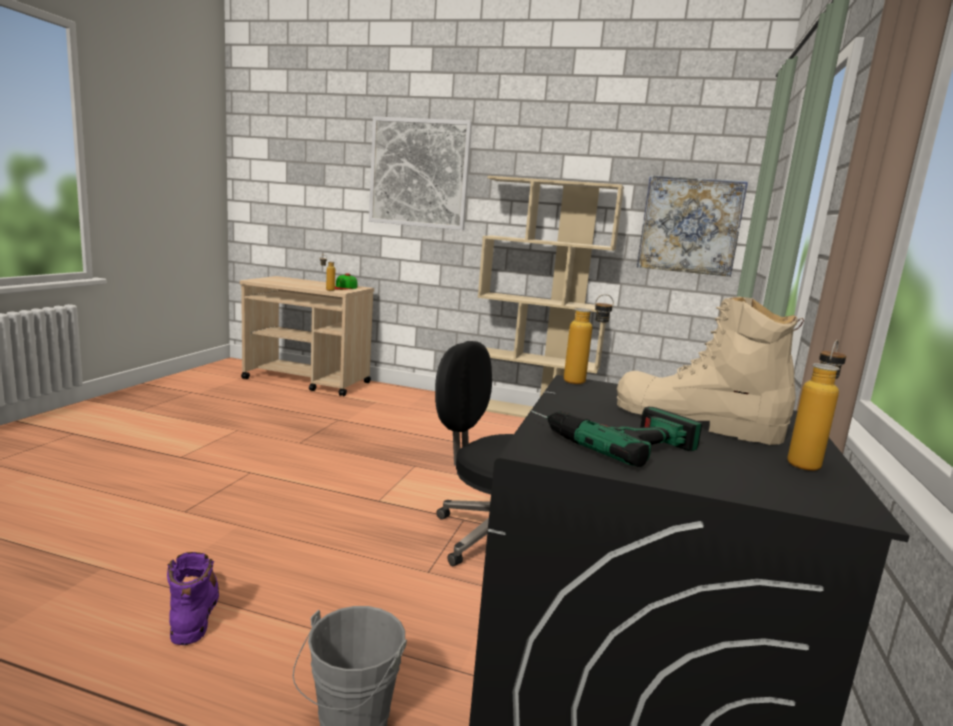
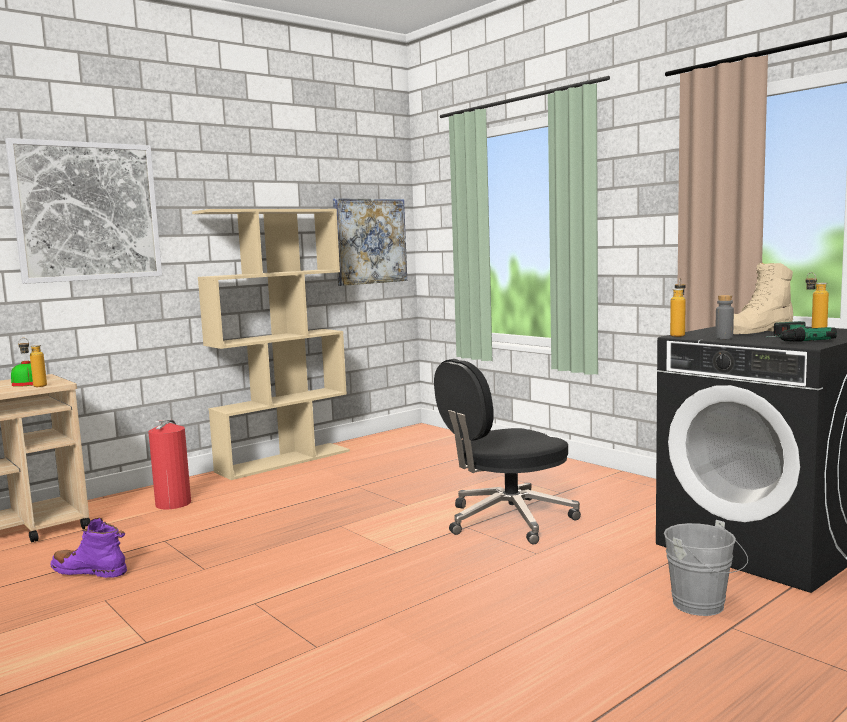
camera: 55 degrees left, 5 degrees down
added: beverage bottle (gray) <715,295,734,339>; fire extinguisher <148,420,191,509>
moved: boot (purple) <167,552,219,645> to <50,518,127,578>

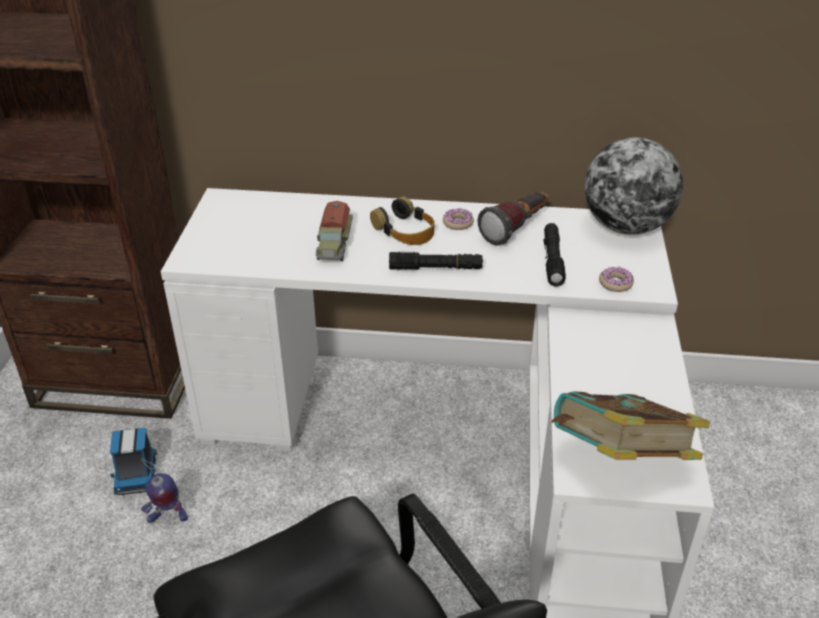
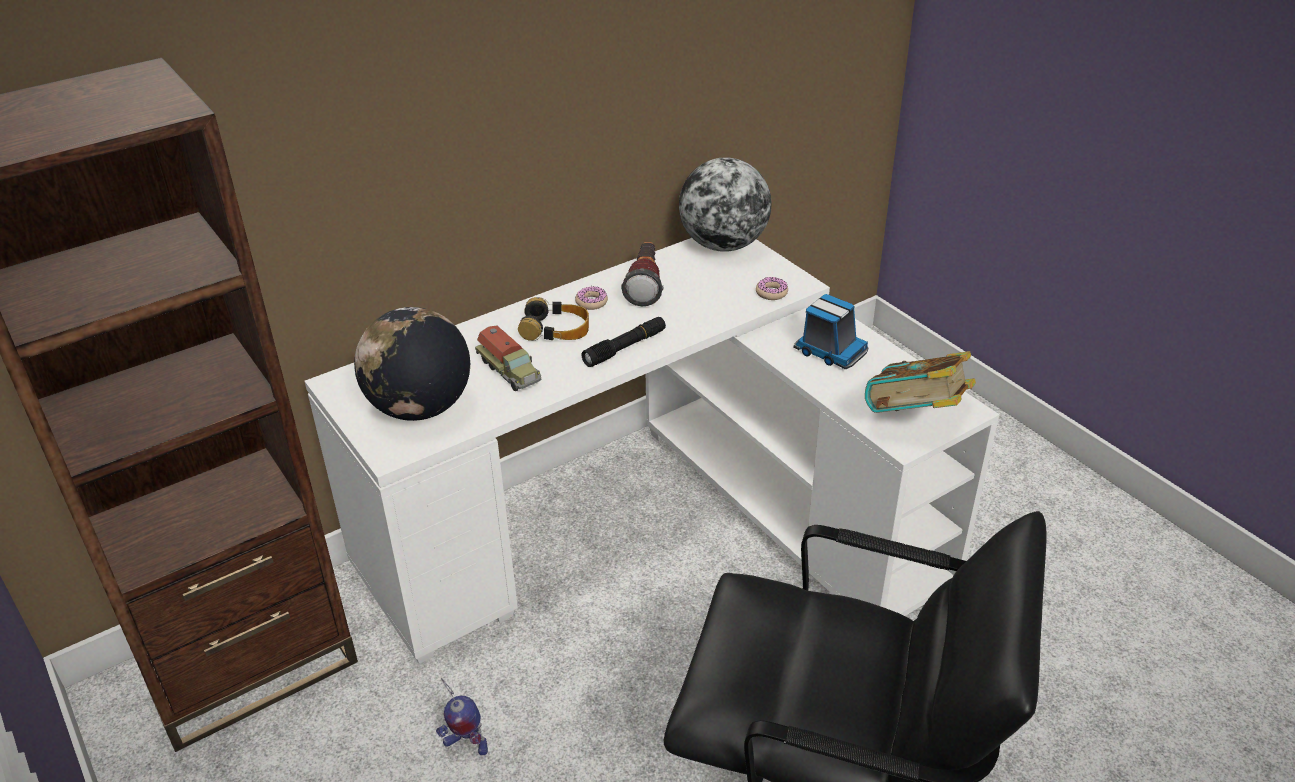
camera: 40 degrees left, 0 degrees up
removed: flashlight (black-coloured) <543,223,566,286>
added: globe <354,307,470,421>
moved: toy lorry <110,428,157,495> to <793,294,868,369>
turned: model robot <141,458,188,523> = <436,678,488,755> 60 degrees clockwise

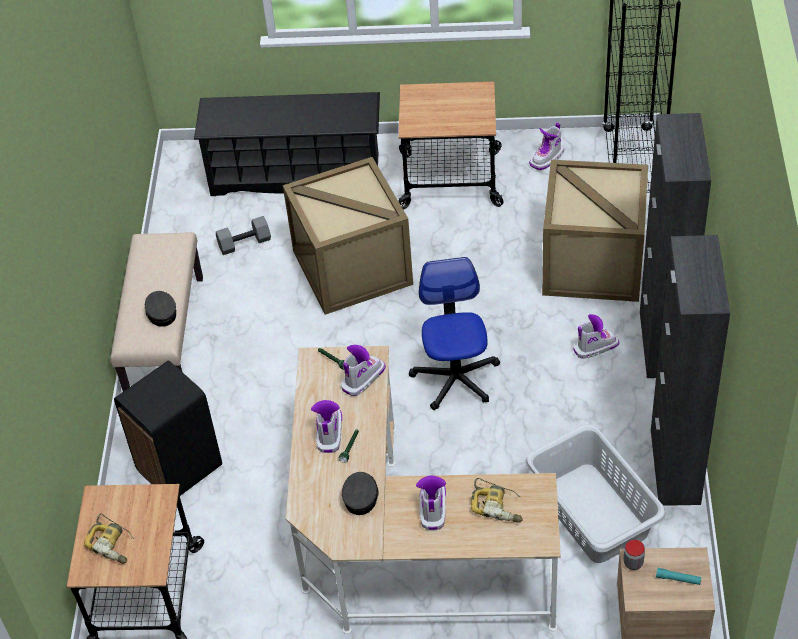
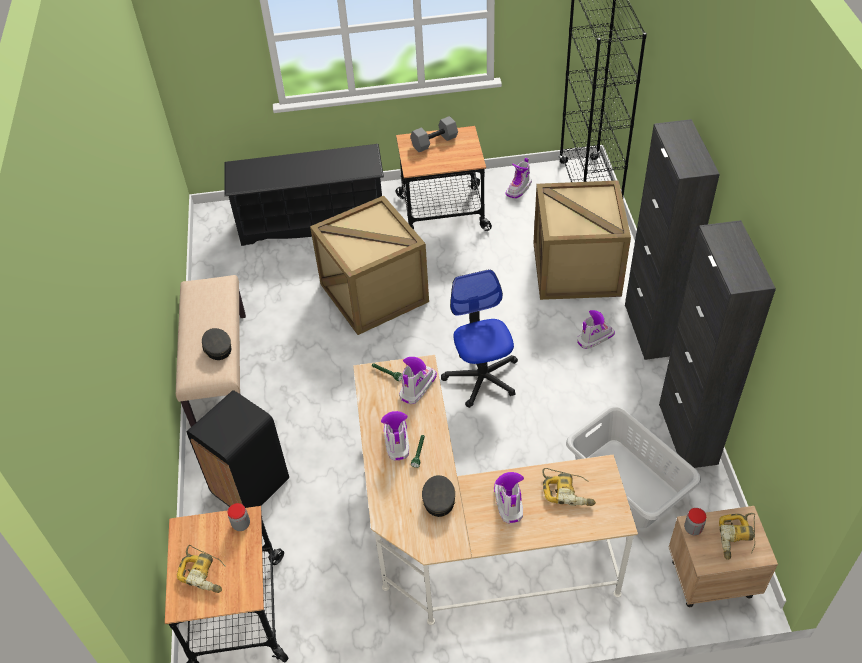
camera: 10 degrees left, 0 degrees up
added: storage jar <228,503,250,531>
moved: free weight (gray) <216,216,271,255> to <410,116,458,152>
replaced: flashlight (turquoise-coloured) <656,568,701,585> to electric drill <719,513,755,560>

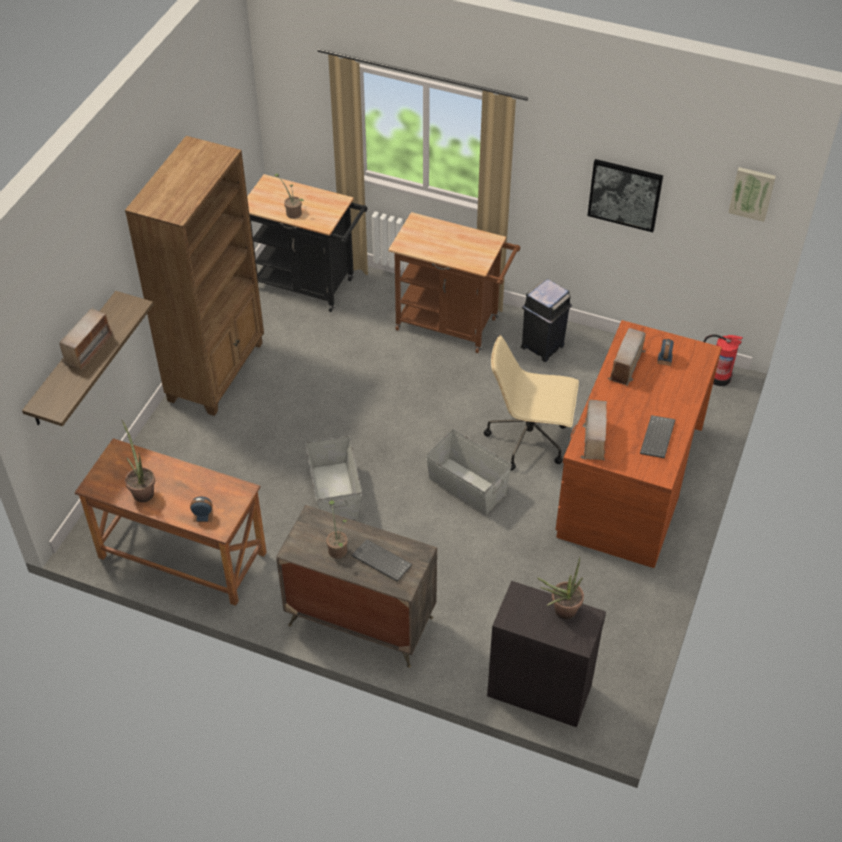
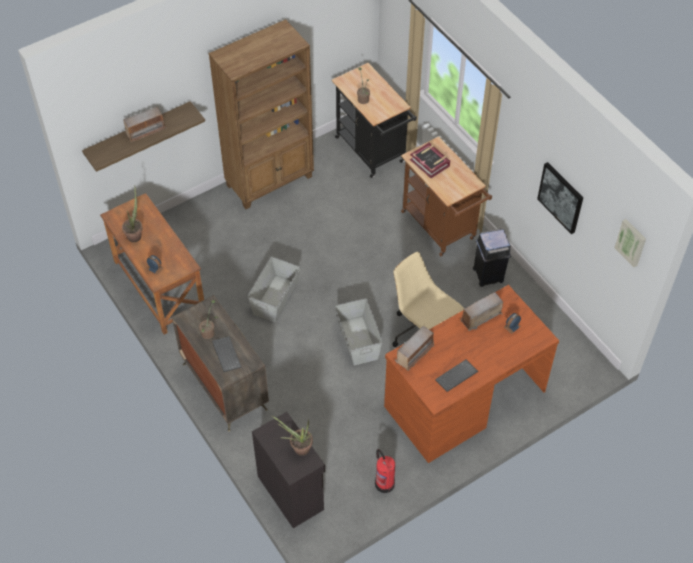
camera: 35 degrees right, 5 degrees up
added: bound book <410,143,450,178>
moved: fire extinguisher <704,334,743,386> to <375,449,395,493>

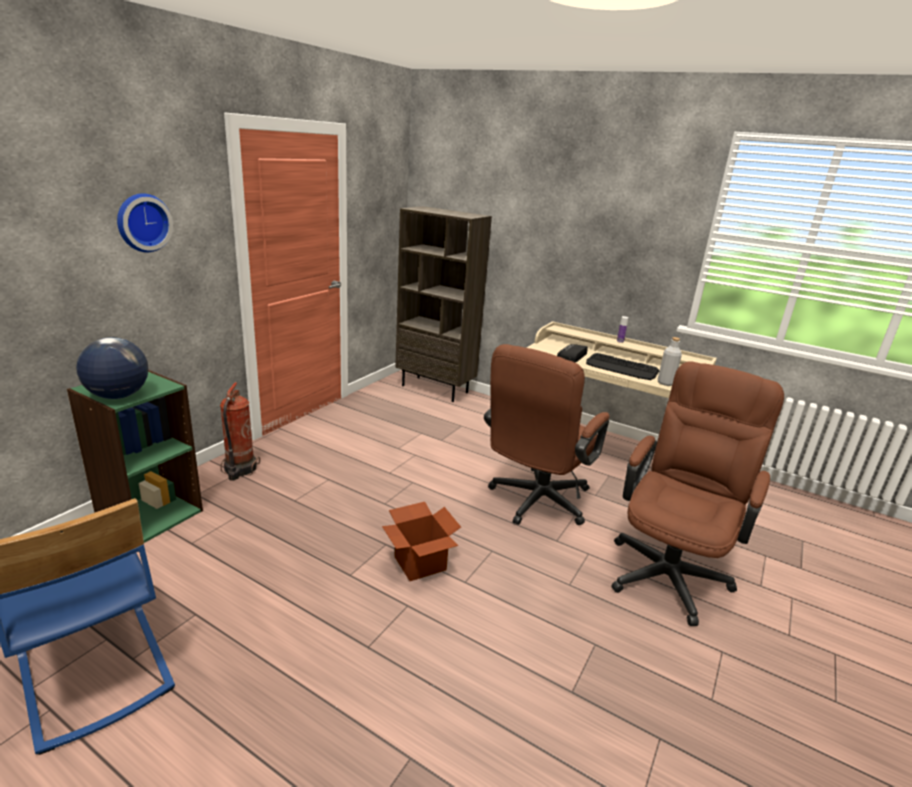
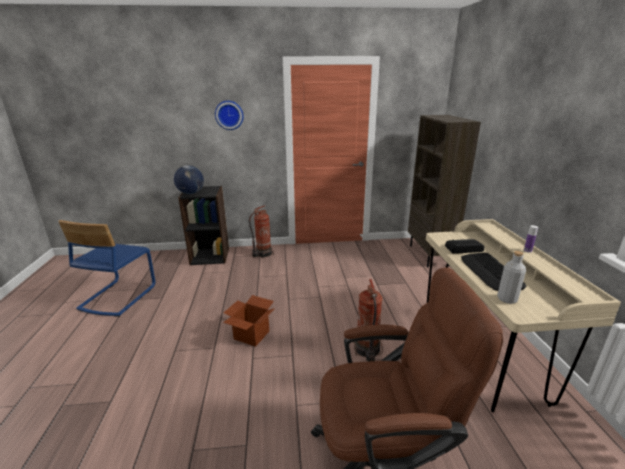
camera: 55 degrees right, 0 degrees up
replaced: computer chair (brownish) <484,344,609,525> to fire extinguisher <353,279,383,362>
recoloured: bookcase (green-coloured) <67,370,203,543> to bookcase (black-coloured) <178,186,229,265>

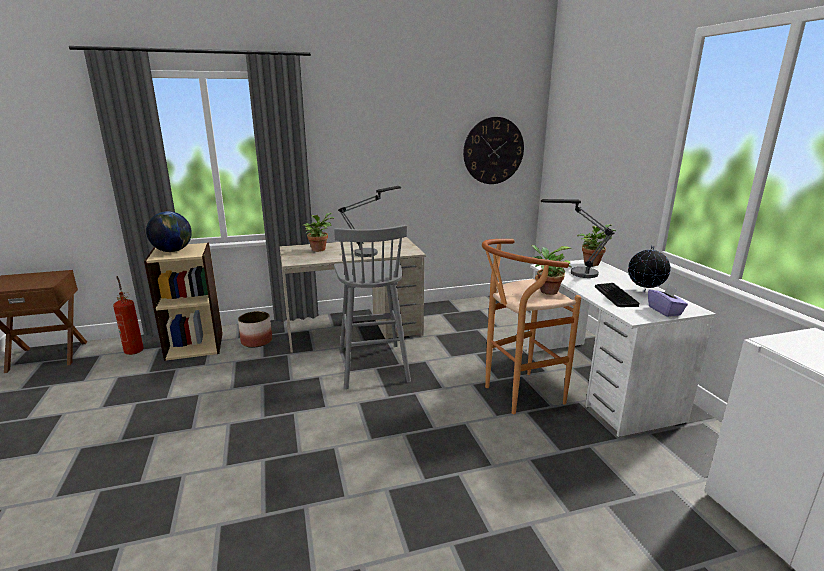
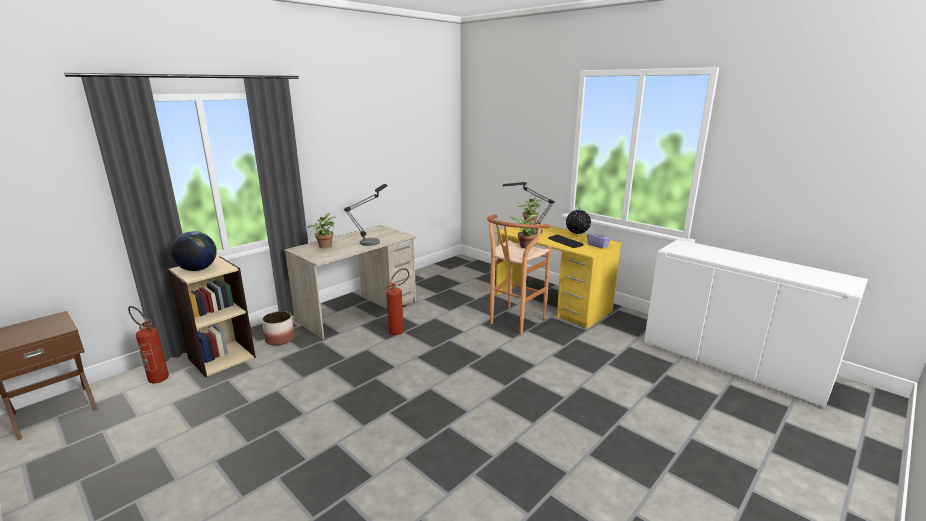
camera: 30 degrees left, 0 degrees up
removed: wall clock <463,117,524,184>
replaced: stool seat (gray) <334,225,411,389> to fire extinguisher <384,268,409,335>
recoloured: desk (whitish) <527,260,716,437> to desk (yellow-coloured) <495,226,622,329>

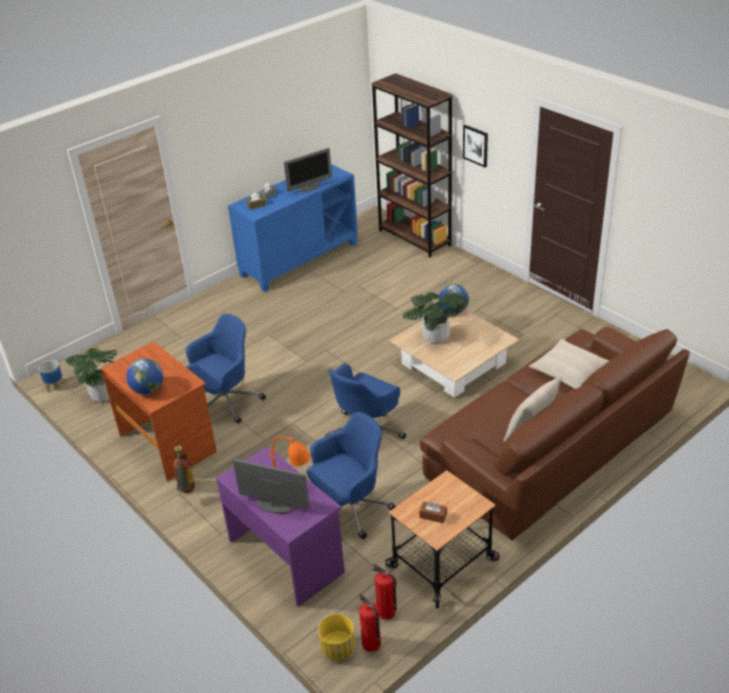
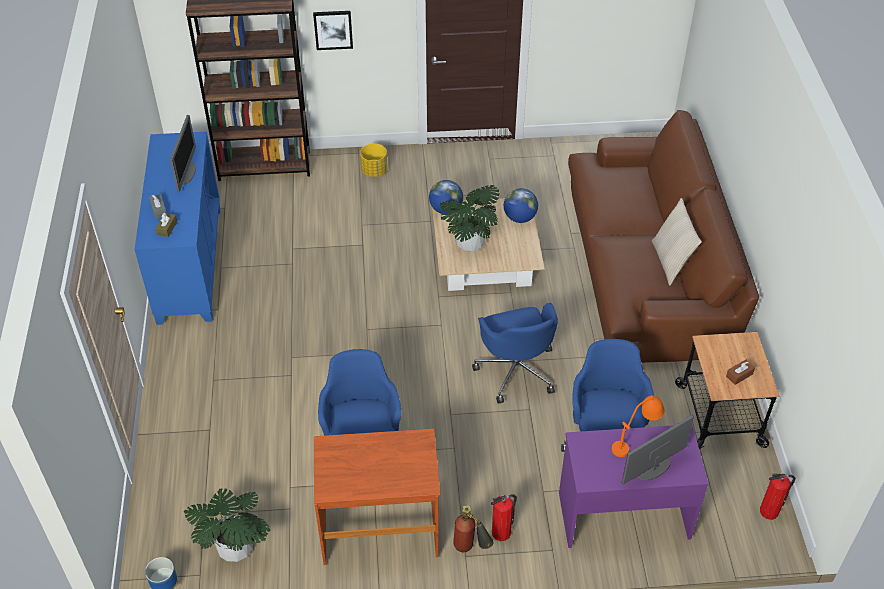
camera: 55 degrees left, 10 degrees up
removed: pillow (beige-coloured) <529,339,609,389>
moved: globe <126,358,163,394> to <504,188,538,223>; fire extinguisher <373,564,397,620> to <491,494,517,541>; plant pot (yellow-coloured) <318,614,355,661> to <360,144,387,177>

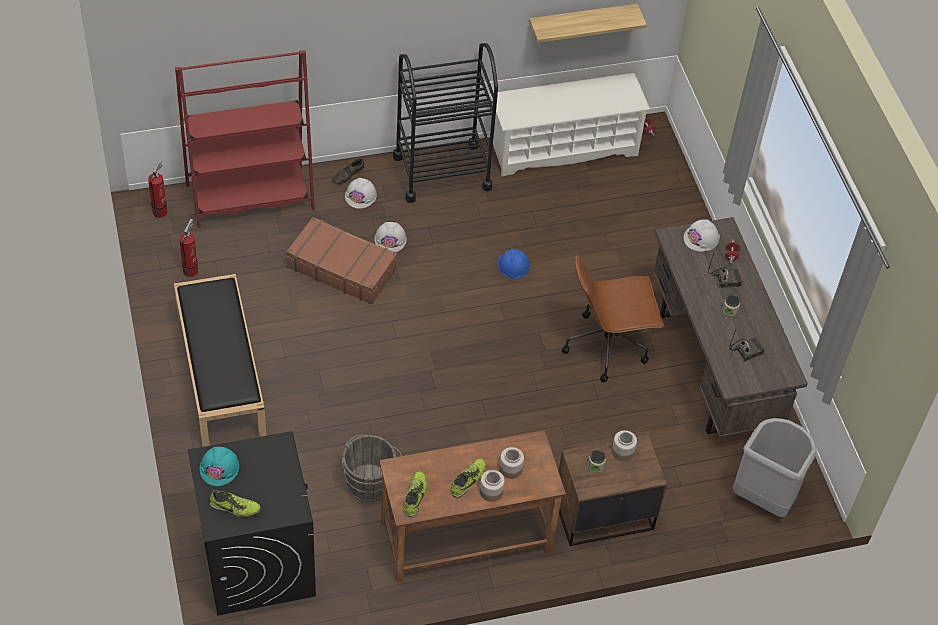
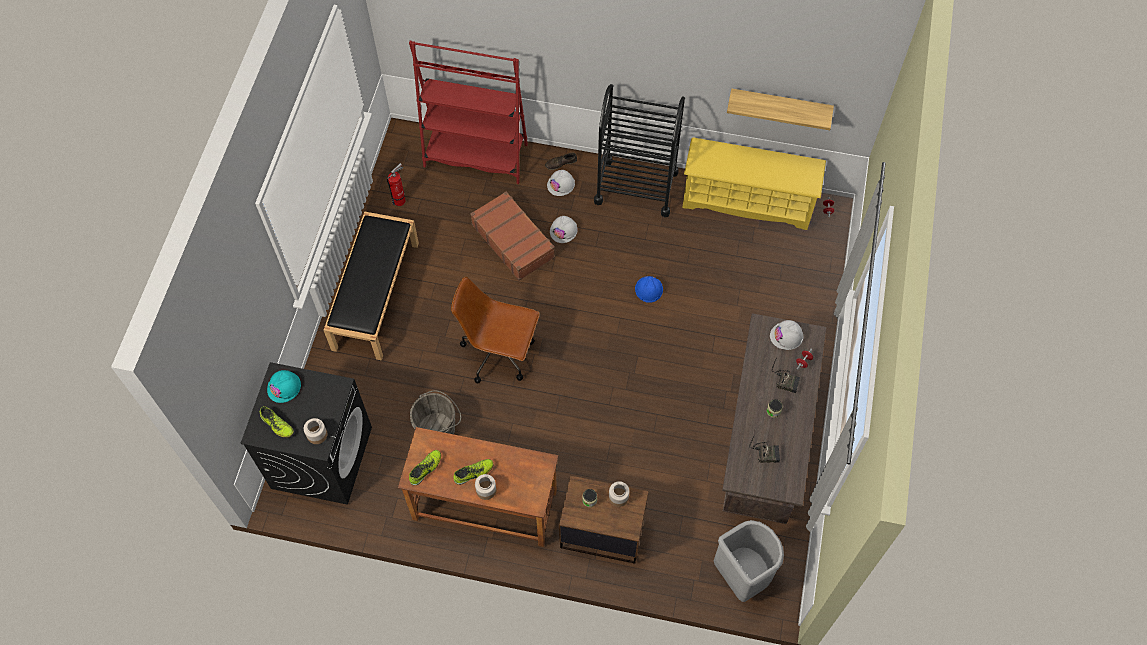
camera: 30 degrees right, 10 degrees up
removed: fire extinguisher <148,160,167,217>
moved: computer chair (brownish) <562,255,664,382> to <451,276,540,383>; storage jar <499,447,524,479> to <304,418,327,444>
recoloured: shoe stand (whitish) <490,73,650,177> to shoe stand (yellow-coloured) <682,137,826,230>

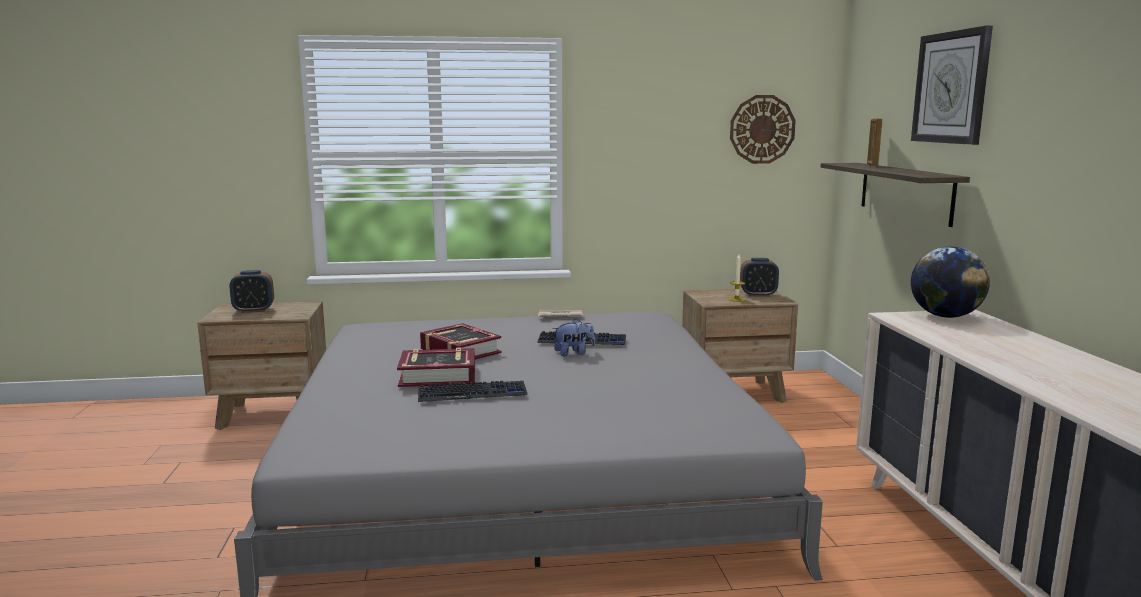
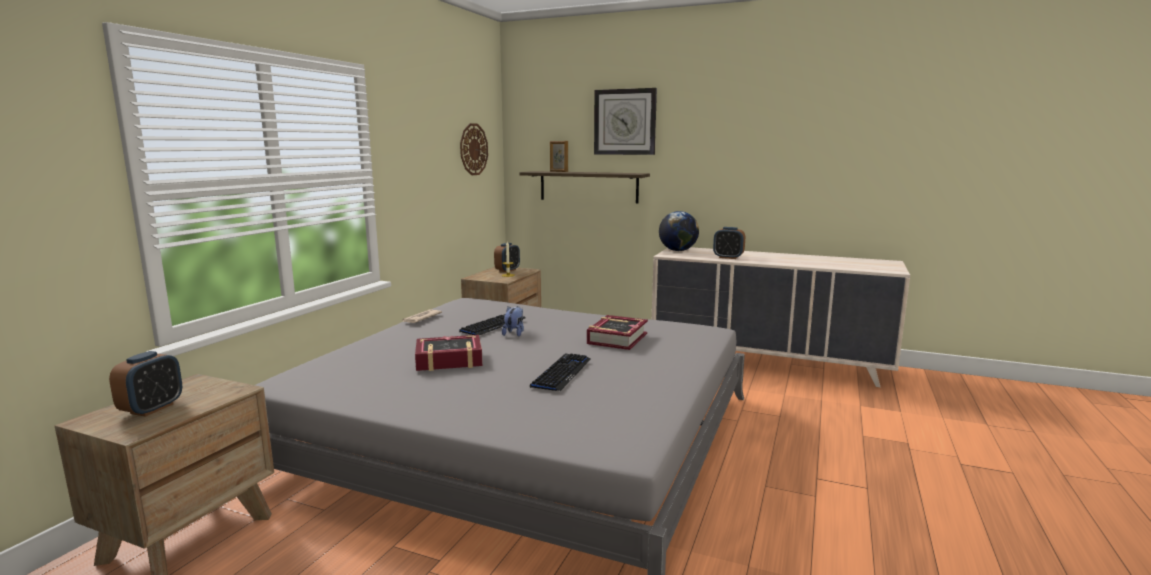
camera: 60 degrees left, 0 degrees up
added: alarm clock <713,227,745,259>
moved: bound book <397,348,475,387> to <587,315,648,350>

